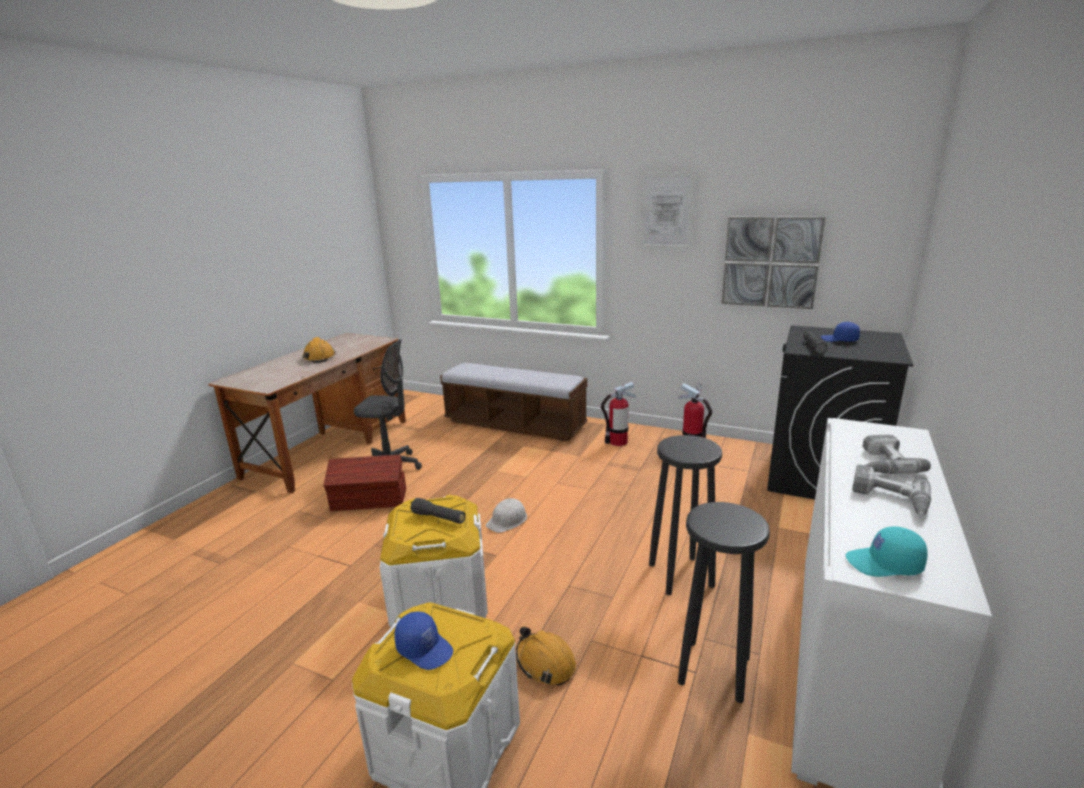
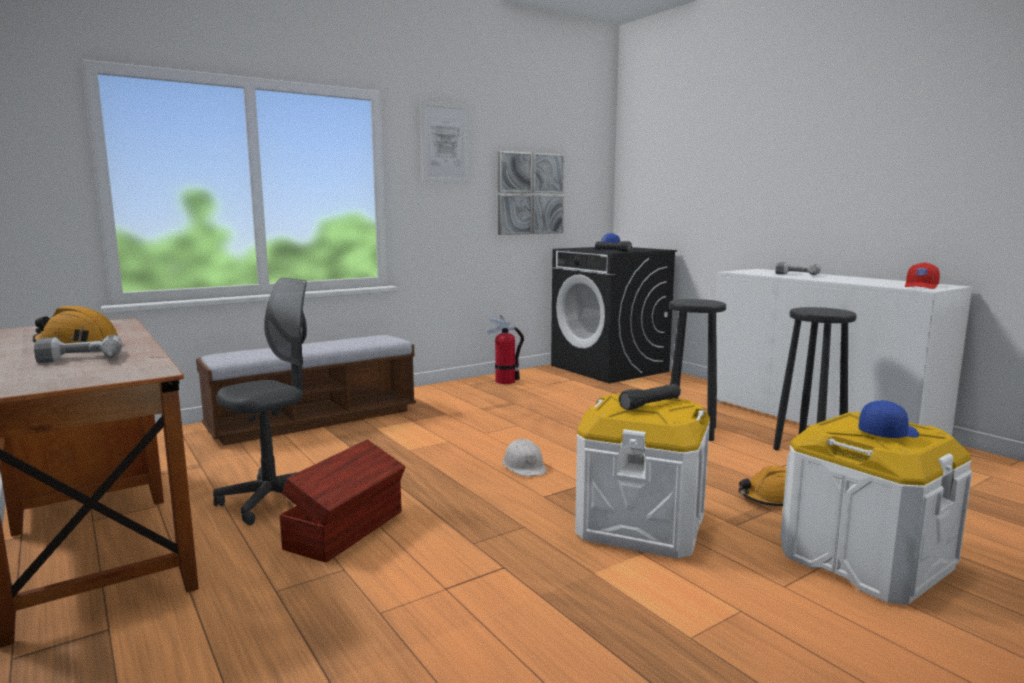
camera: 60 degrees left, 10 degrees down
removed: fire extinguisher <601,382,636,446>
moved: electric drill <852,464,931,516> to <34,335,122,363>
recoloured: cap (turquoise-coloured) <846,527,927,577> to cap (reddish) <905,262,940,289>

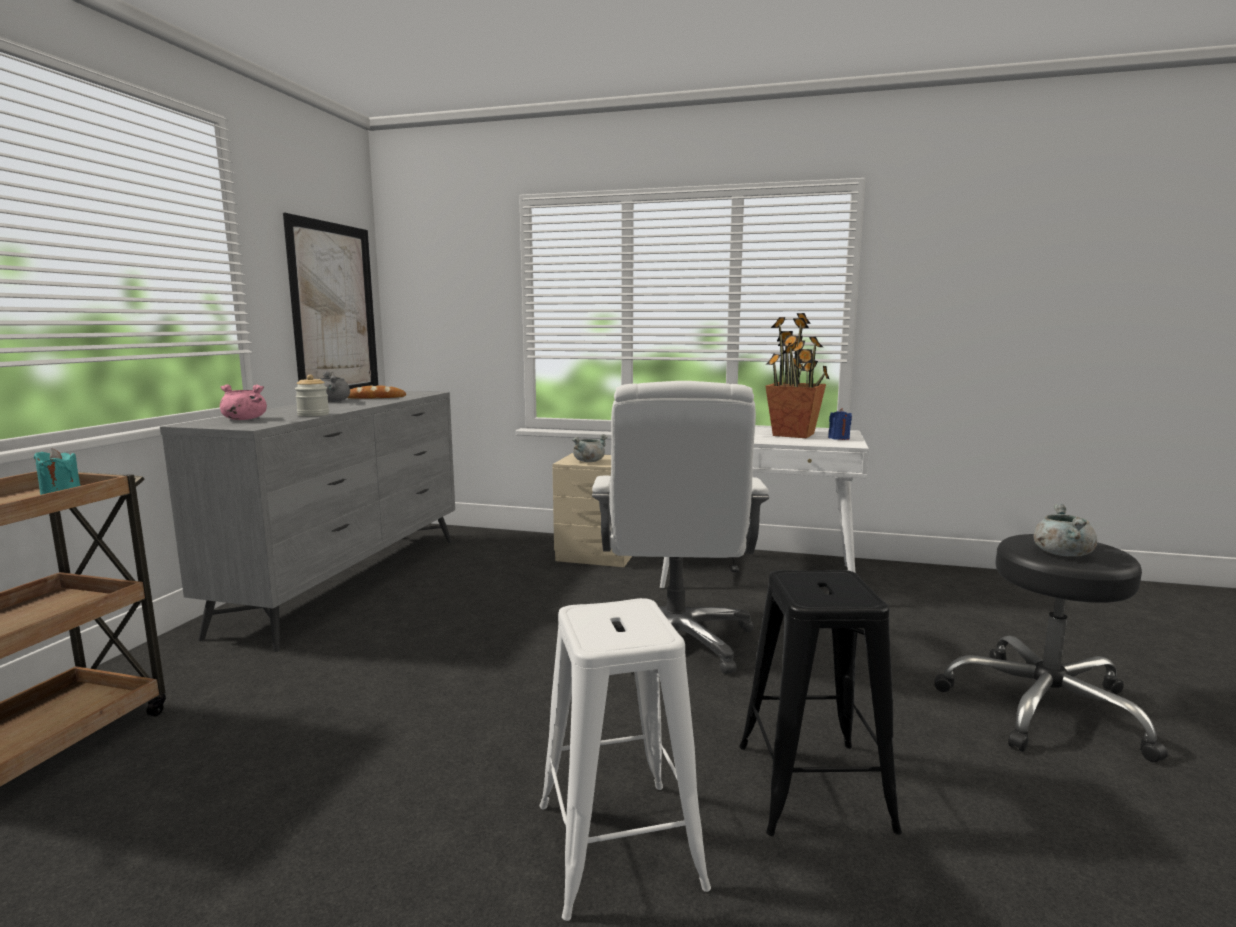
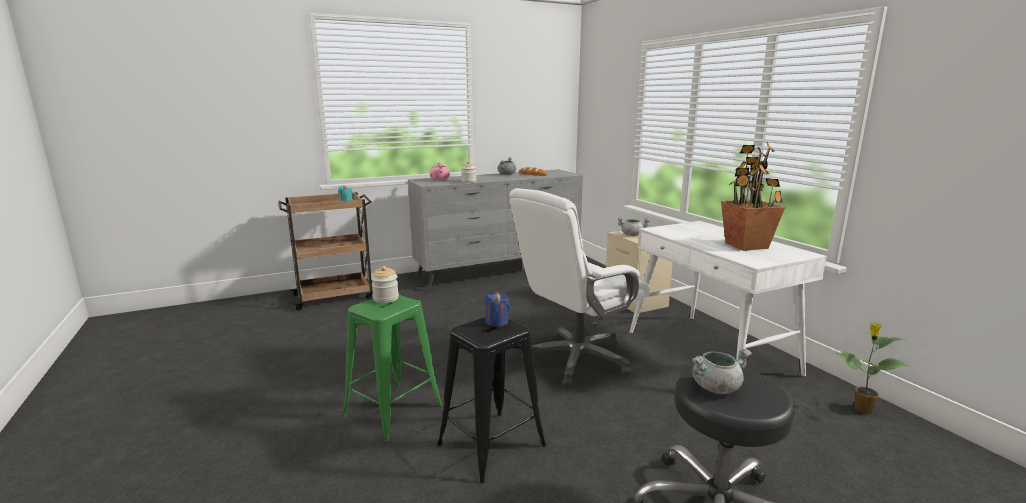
camera: 50 degrees right, 5 degrees up
removed: wall art <283,213,378,389>
added: storage jar <371,266,399,303>; houseplant <836,323,910,414>
moved: wax candle (bluish) <828,408,852,440> to <485,292,510,327>
recoloured: stool seat (whitish) <540,598,711,921> to stool seat (green-coloured) <342,295,443,441>

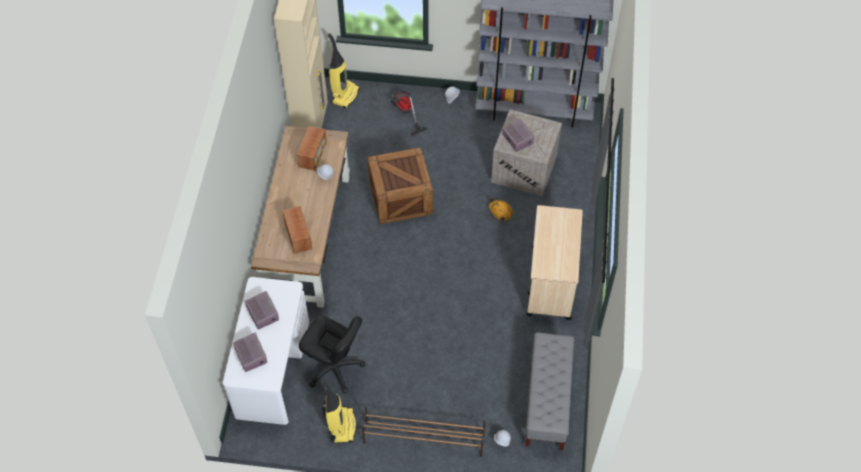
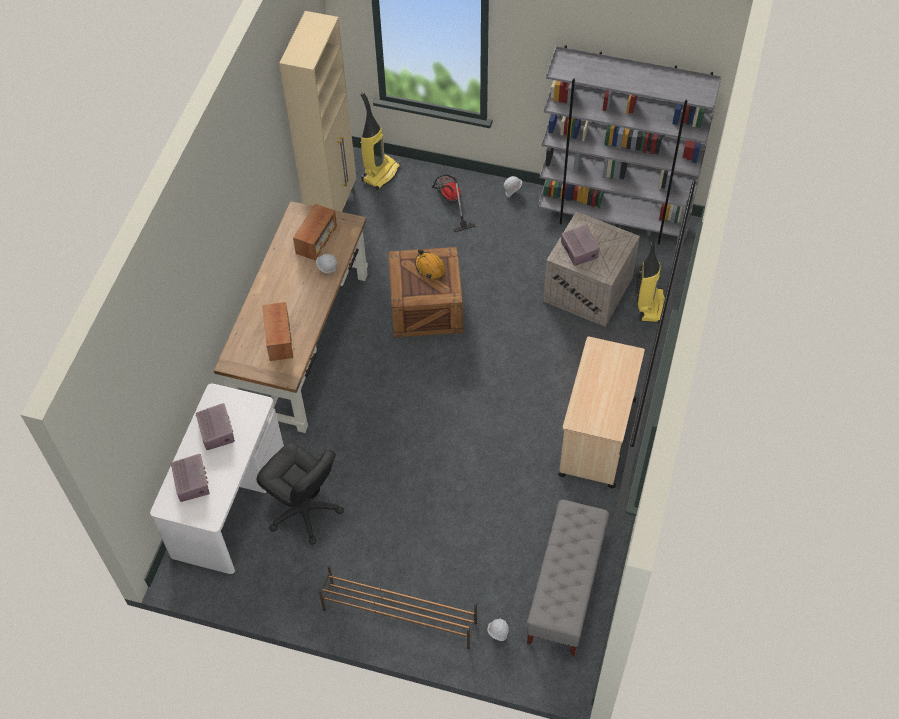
camera: 10 degrees right, 0 degrees up
moved: work helmet (orange-coloured) <489,198,513,221> to <415,249,445,280>; vacuum cleaner <319,380,356,443> to <635,233,665,324>

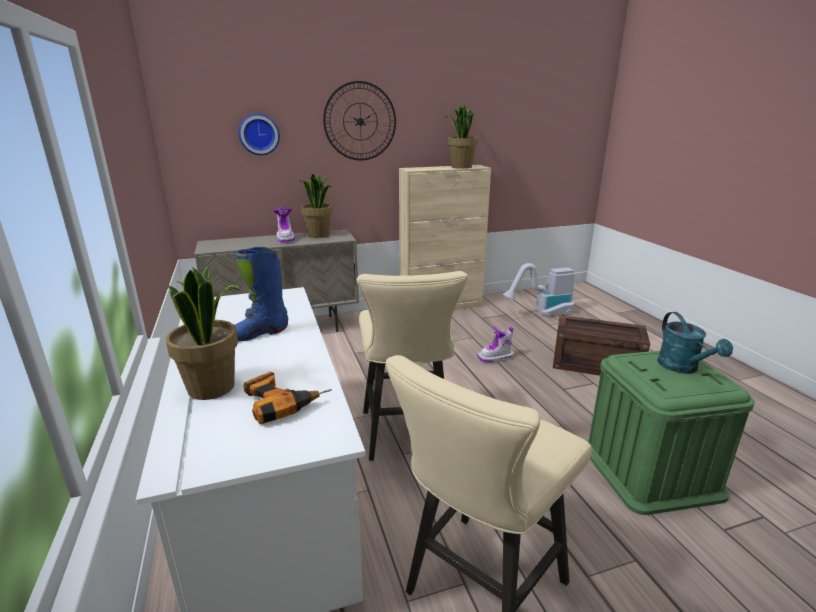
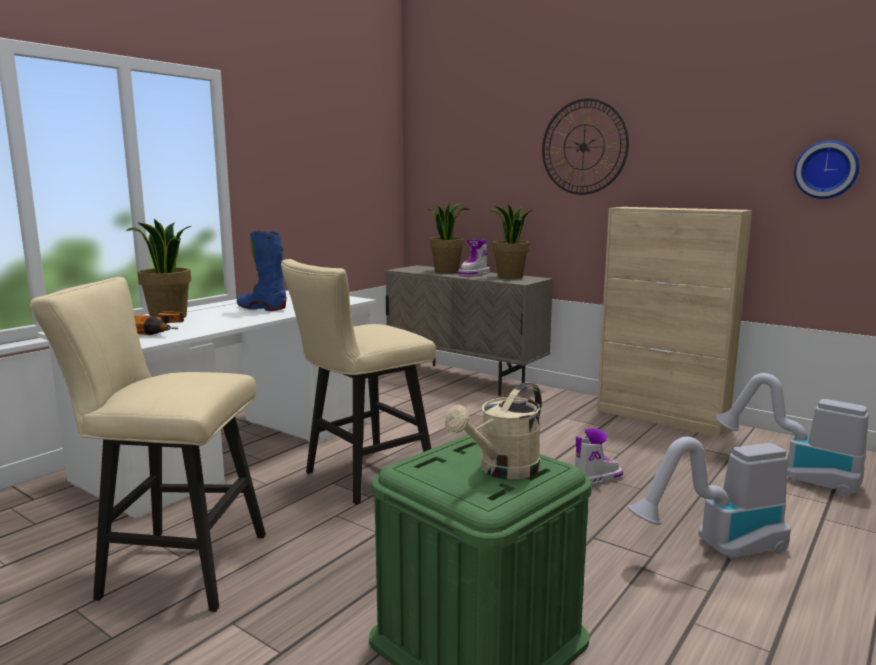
camera: 55 degrees right, 10 degrees down
moved: houseplant <444,104,478,169> to <427,202,469,273>; wall clock <239,114,280,155> to <794,140,860,199>
replaced: crate <553,315,650,375> to vacuum cleaner <628,437,791,560>
recoloured: watering can (turquoise-coloured) <657,312,733,374> to watering can (beige-coloured) <445,382,542,479>
turned: boot <477,327,514,363> = <575,428,623,485> 120 degrees clockwise

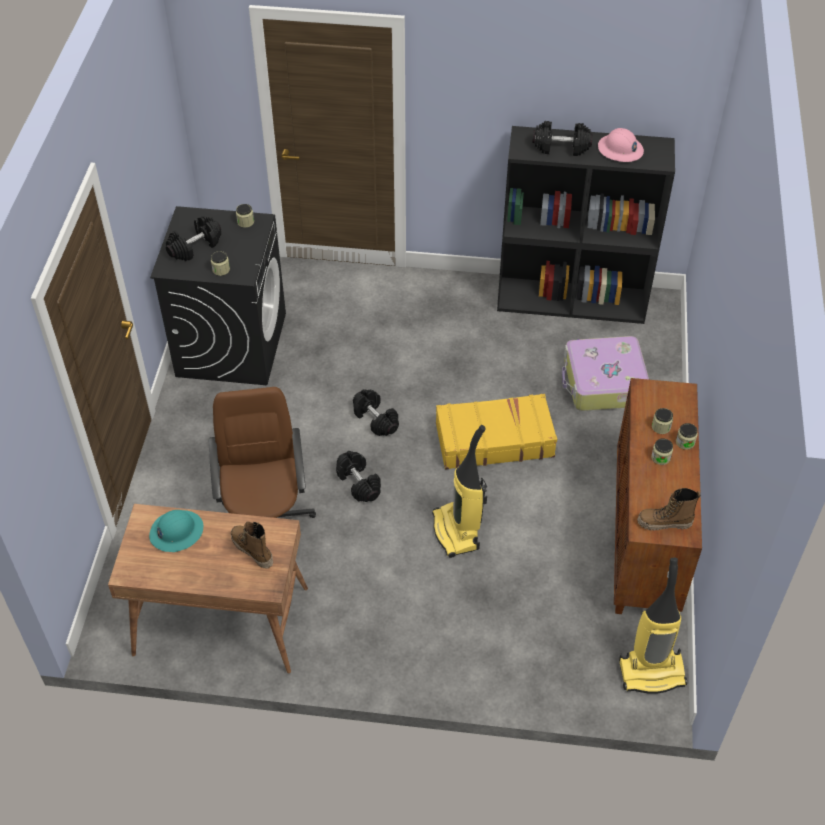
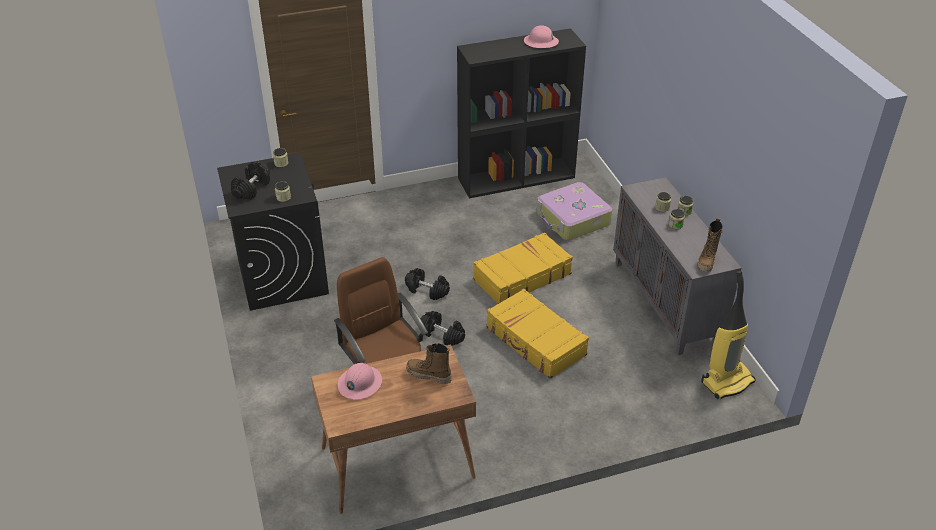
camera: 25 degrees left, 10 degrees down
removed: free weight (black-coloured) <532,121,593,156>
replaced: vacuum cleaner <432,425,487,558> to piece of luggage (yellow-coloured) <486,289,589,379>
recoloured: cupboard (brownish) <614,378,702,614> to cupboard (gray) <613,177,742,355>; work helmet (turquoise-coloured) <149,510,203,552> to work helmet (pink) <338,363,382,399>
turned: boot <637,488,701,530> = <697,218,723,272> 45 degrees counterclockwise

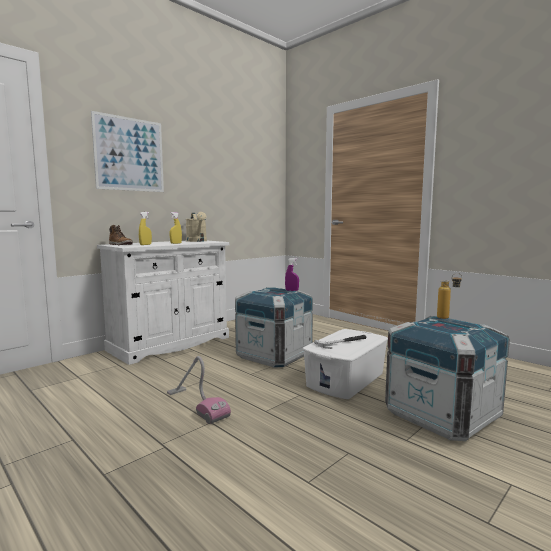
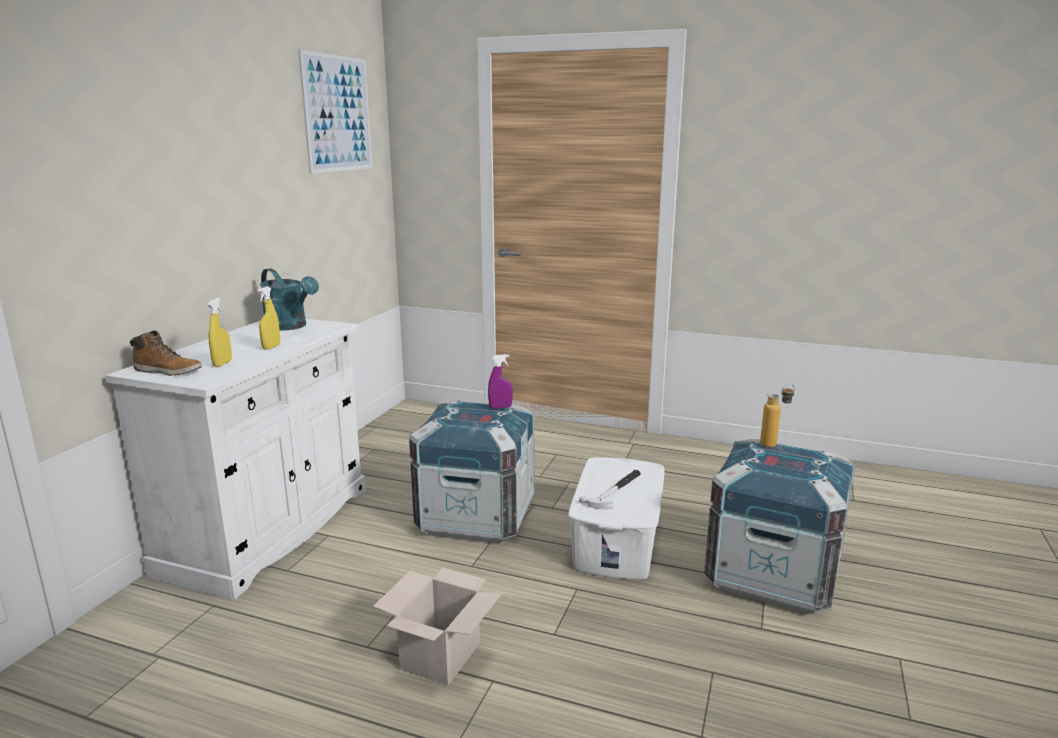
camera: 25 degrees left, 10 degrees up
moved: wall art <91,111,164,192> to <298,50,372,174>
replaced: vacuum cleaner <167,356,231,424> to cardboard box <373,567,502,685>
recoloured: watering can (beige-coloured) <186,212,207,242> to watering can (turquoise-coloured) <260,268,319,331>

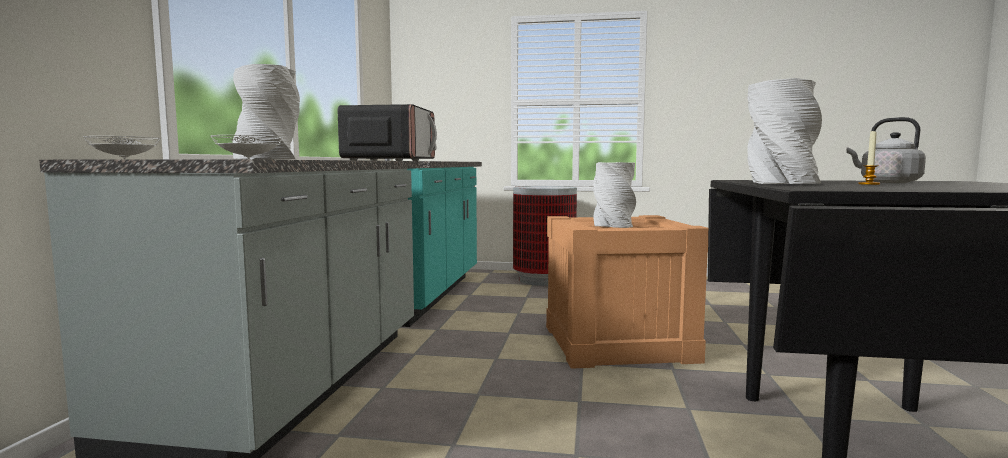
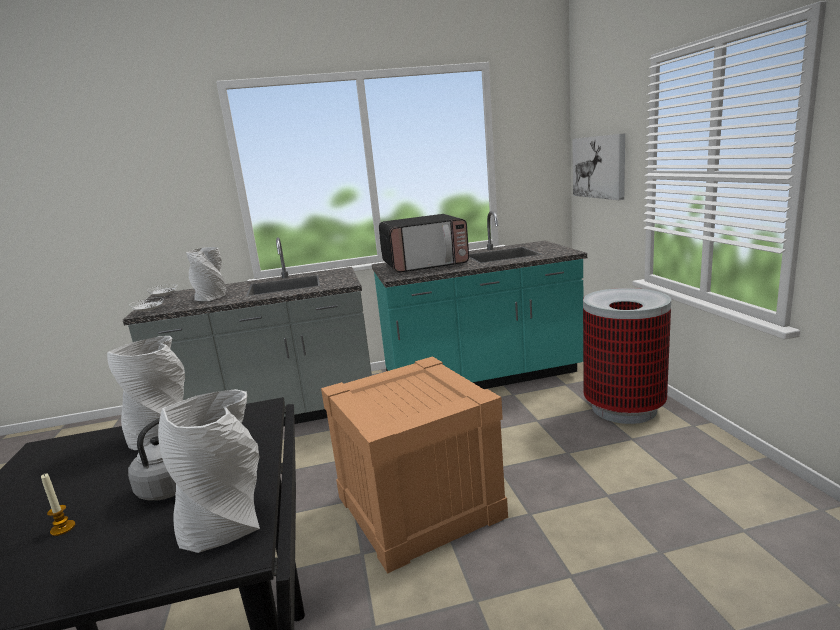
camera: 70 degrees right, 10 degrees up
added: wall art <572,133,625,200>
moved: wax candle <859,130,880,185> to <41,474,75,536>; vase (gray) <593,162,636,228> to <158,389,260,553>

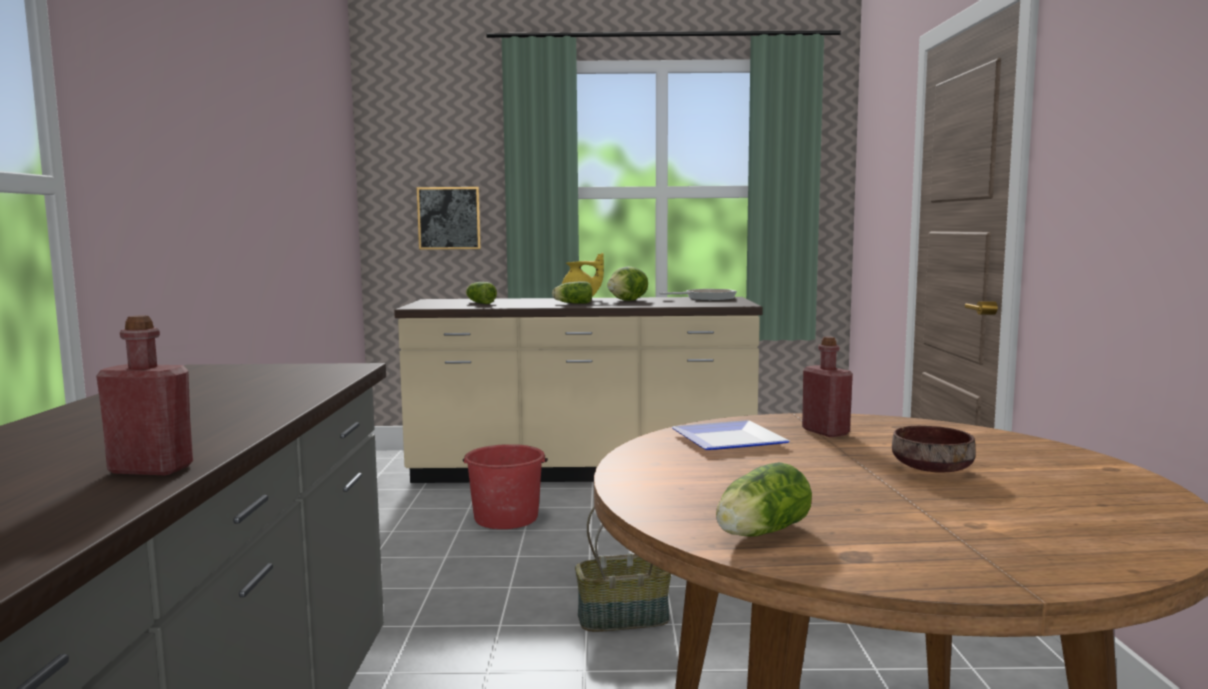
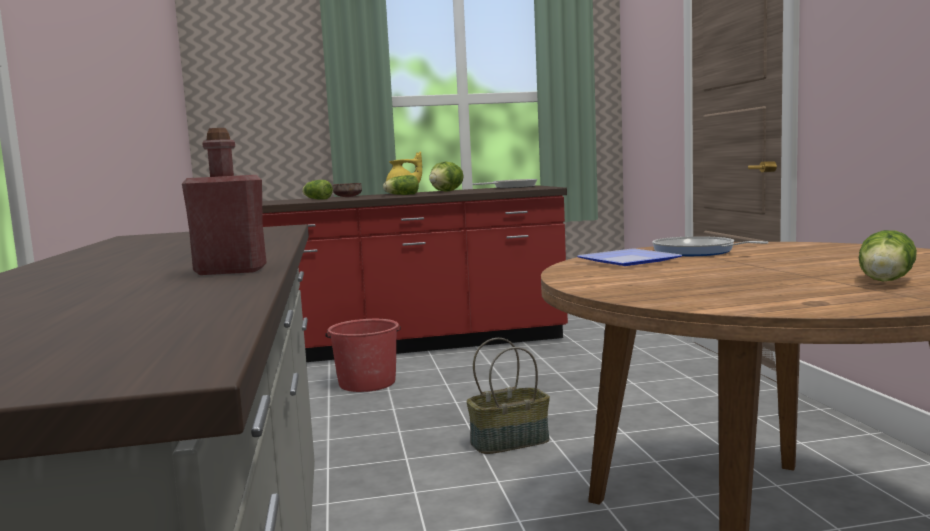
camera: 10 degrees left, 0 degrees up
removed: wall art <417,187,481,250>
moved: serving bowl (brownish) <892,426,975,473> to <333,183,362,197>; lettuce head <716,462,812,537> to <859,230,917,281>
replaced: beverage bottle (reddish) <802,336,853,437> to pan <652,236,769,256>
recoloured: counter (beige-coloured) <394,297,763,483> to counter (reddish) <262,185,568,362>

